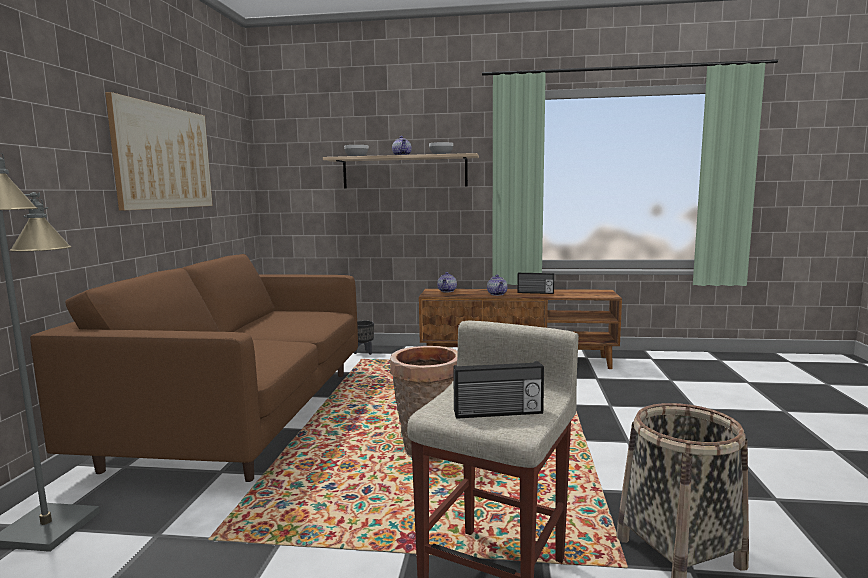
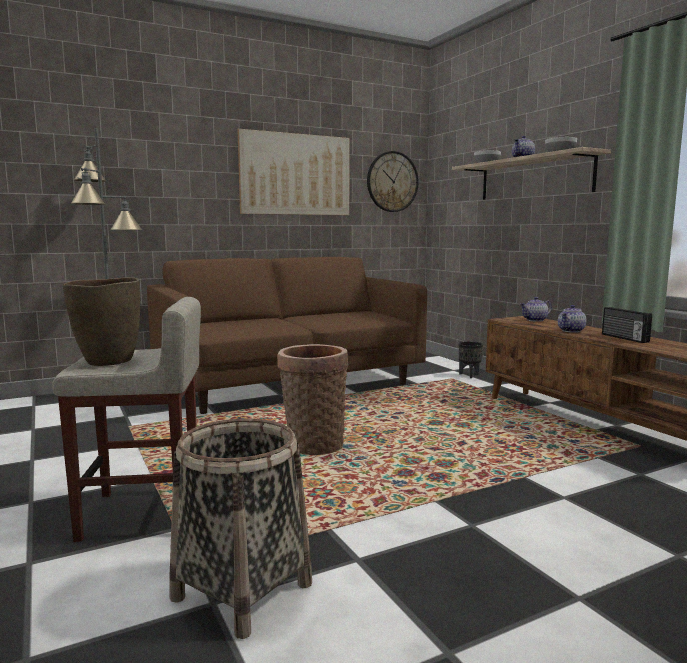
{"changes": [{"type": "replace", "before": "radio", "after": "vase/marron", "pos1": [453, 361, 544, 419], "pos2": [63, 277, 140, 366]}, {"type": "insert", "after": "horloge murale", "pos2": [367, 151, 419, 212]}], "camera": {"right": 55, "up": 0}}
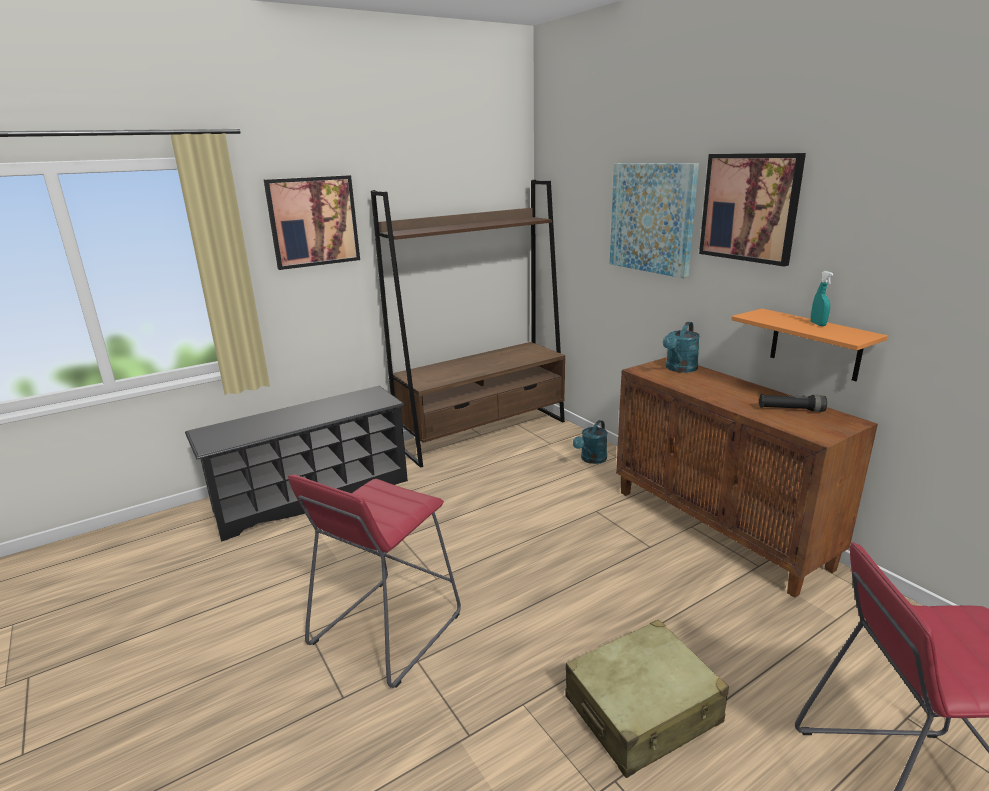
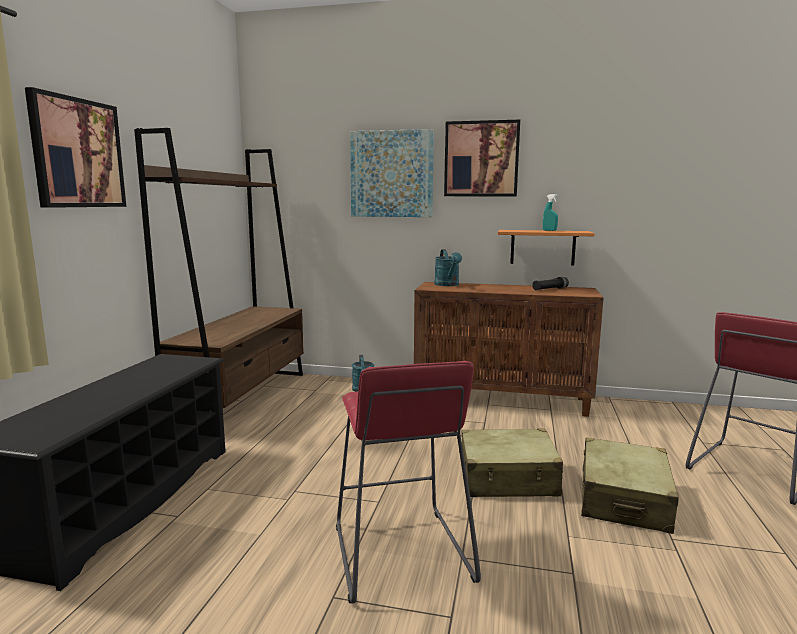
{"changes": [{"type": "insert", "after": "valise/beige", "pos2": [461, 428, 563, 497]}], "camera": {"right": -45, "up": -10}}
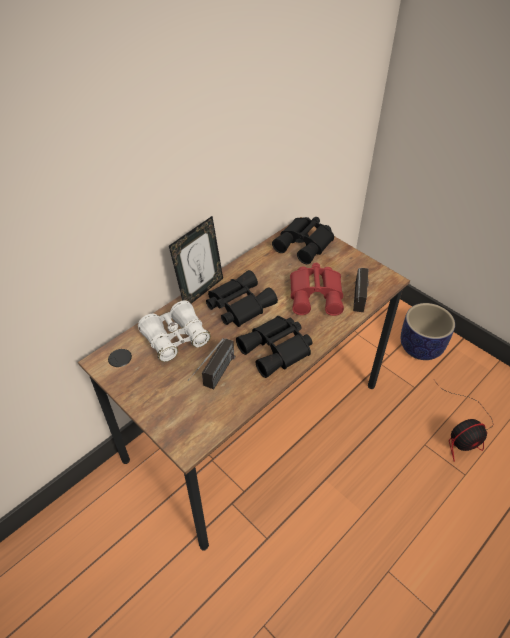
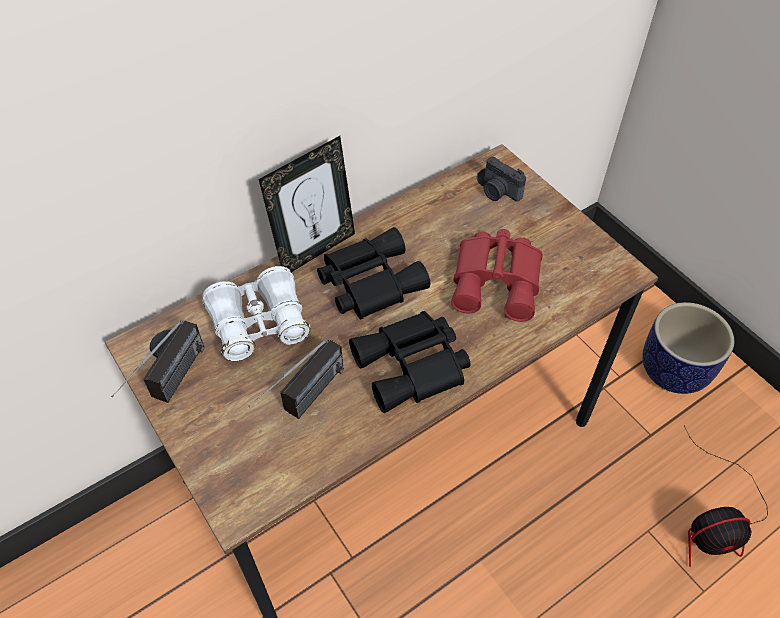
{"changes": [{"type": "replace", "before": "jumelles/noir", "after": "appareil photo", "pos1": [272, 217, 334, 264], "pos2": [483, 157, 526, 202]}, {"type": "move", "before": "radio", "pos1": [353, 268, 369, 312], "pos2": [111, 320, 204, 403]}], "camera": {"right": 10, "up": 5}}
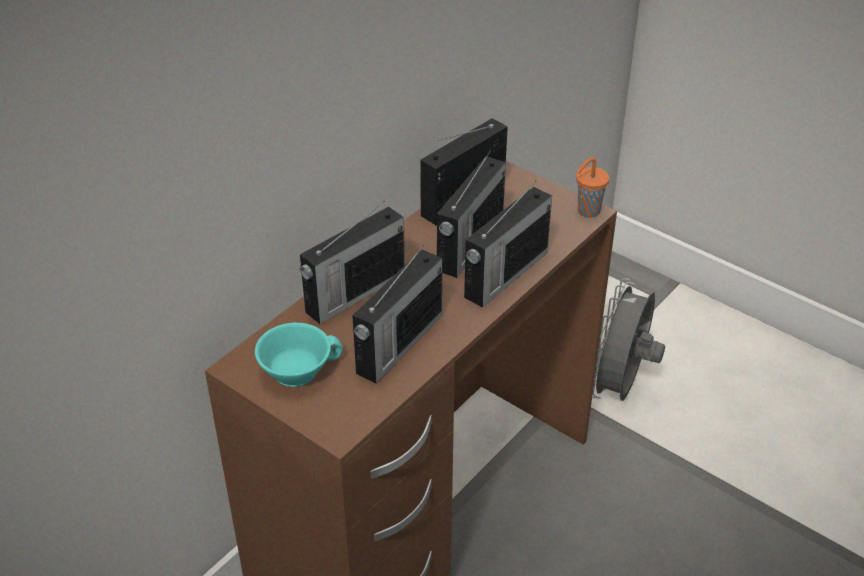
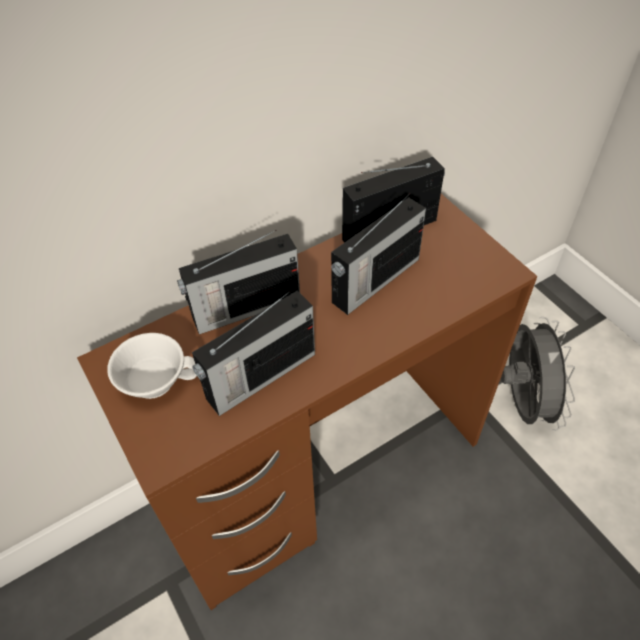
{"changes": [{"type": "delete", "before": "tasse/orange", "pos1": [576, 157, 609, 217]}, {"type": "delete", "before": "radio", "pos1": [464, 181, 552, 308]}, {"type": "rotate", "before": "ventilateur/gris", "pos1": [592, 278, 665, 401], "pos2": [501, 317, 575, 431], "turn": 135}, {"type": "recolor", "before": "tasse/turquoise", "after": "tasse/blanc", "pos1": [255, 323, 343, 387], "pos2": [107, 333, 197, 399]}], "camera": {"right": 20, "up": 10}}
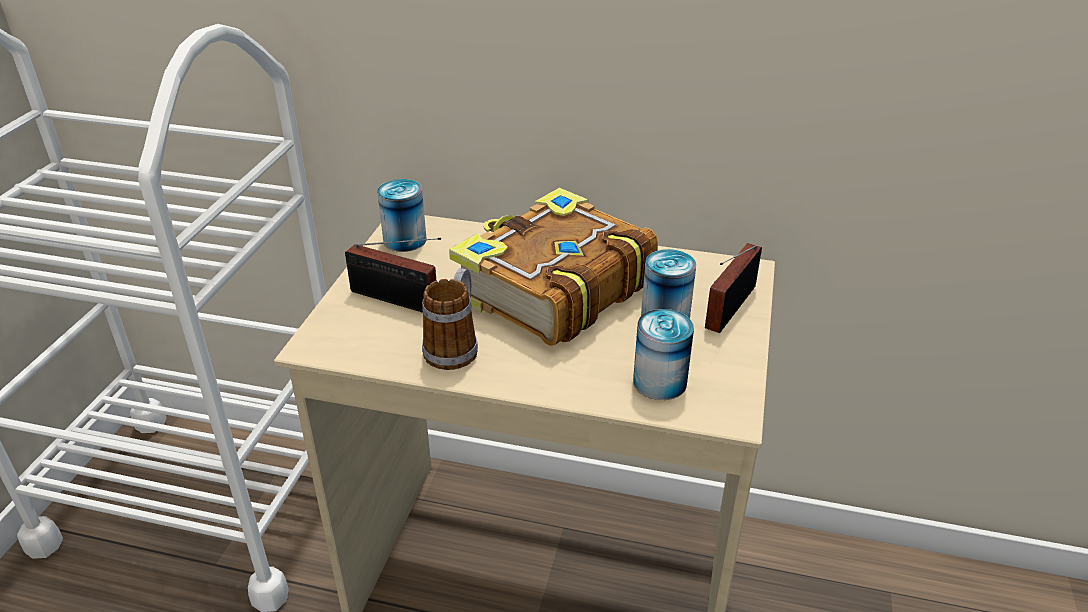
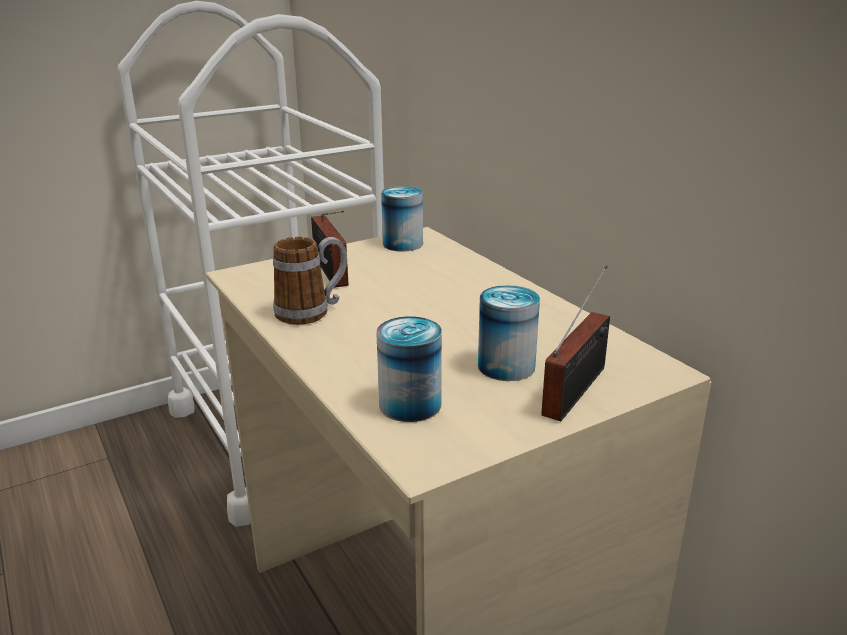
{"changes": [{"type": "delete", "before": "livre", "pos1": [449, 188, 658, 346]}, {"type": "rotate", "before": "radio", "pos1": [705, 243, 762, 333], "pos2": [541, 266, 610, 421], "turn": 135}], "camera": {"right": 45, "up": -10}}
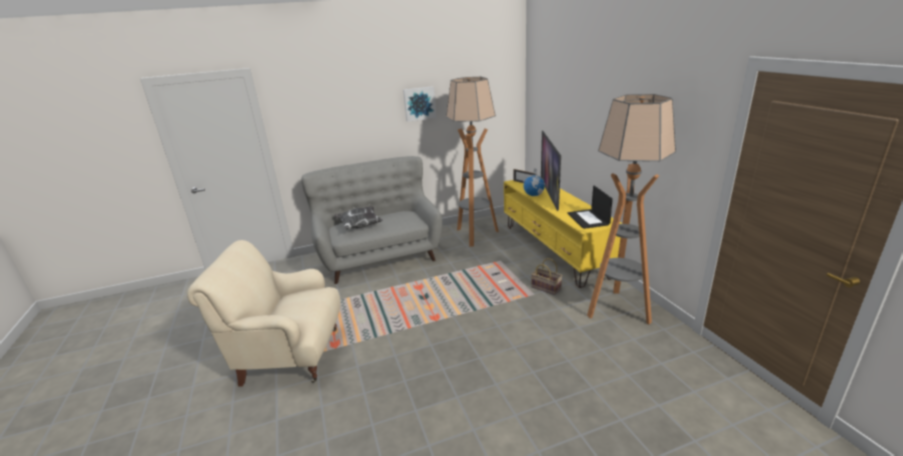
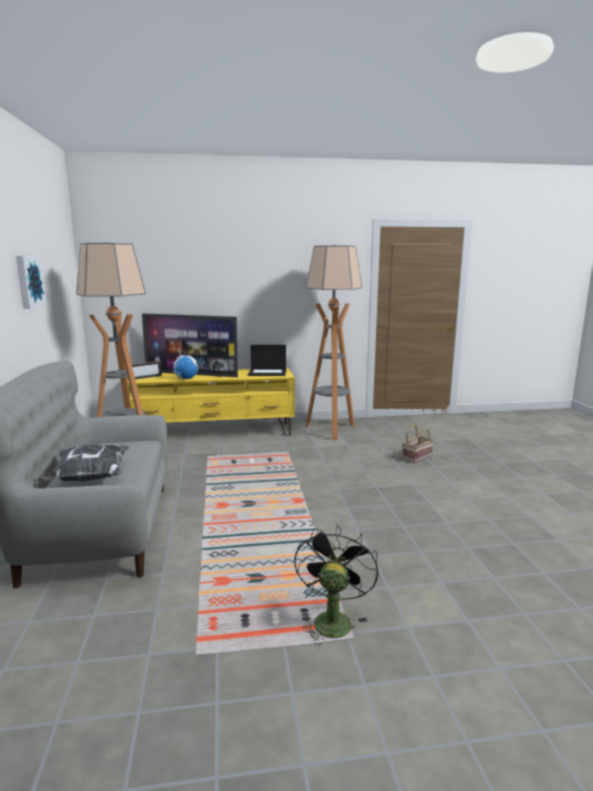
{"changes": [{"type": "replace", "before": "fauteuil/beige", "after": "ventilateur/noir", "pos1": [187, 240, 341, 387], "pos2": [294, 525, 379, 645]}, {"type": "move", "before": "panier", "pos1": [531, 258, 562, 295], "pos2": [402, 424, 433, 463]}], "camera": {"right": -80, "up": -10}}
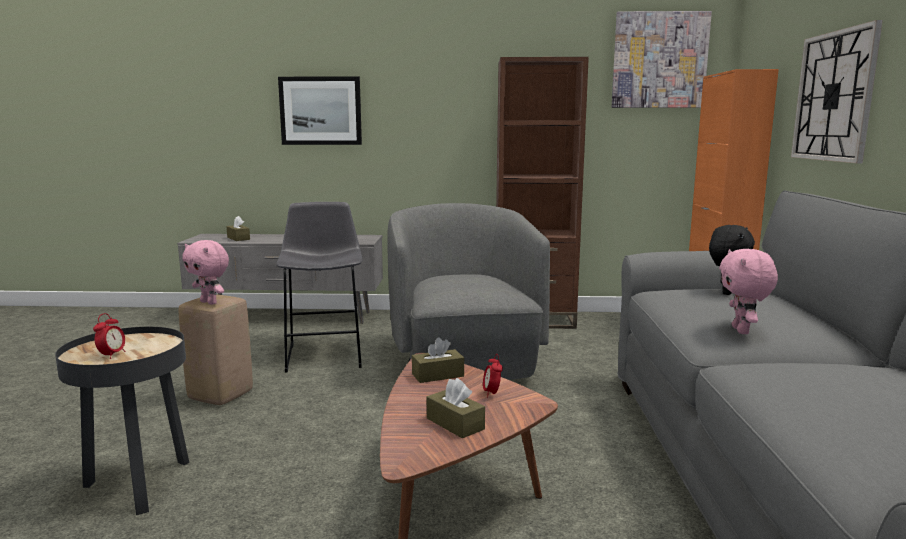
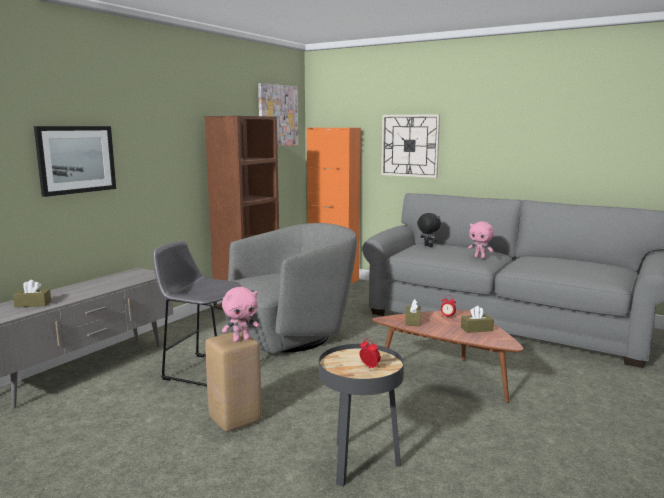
{"changes": [{"type": "rotate", "before": "fauteuil/gris", "pos1": [387, 203, 550, 380], "pos2": [221, 223, 357, 354], "turn": 120}], "camera": {"right": -60, "up": 0}}
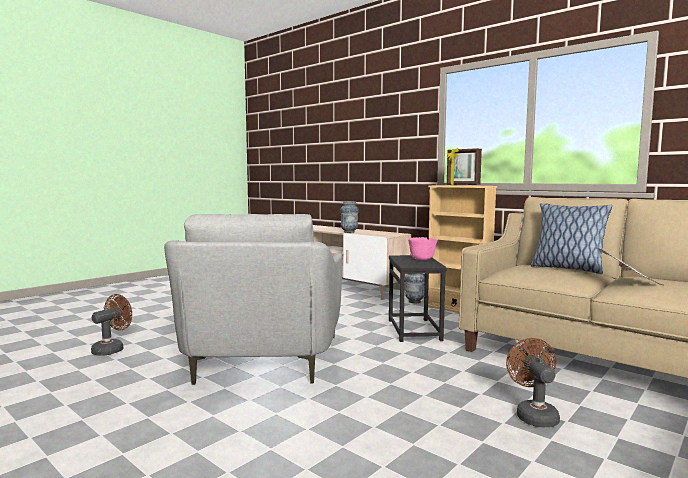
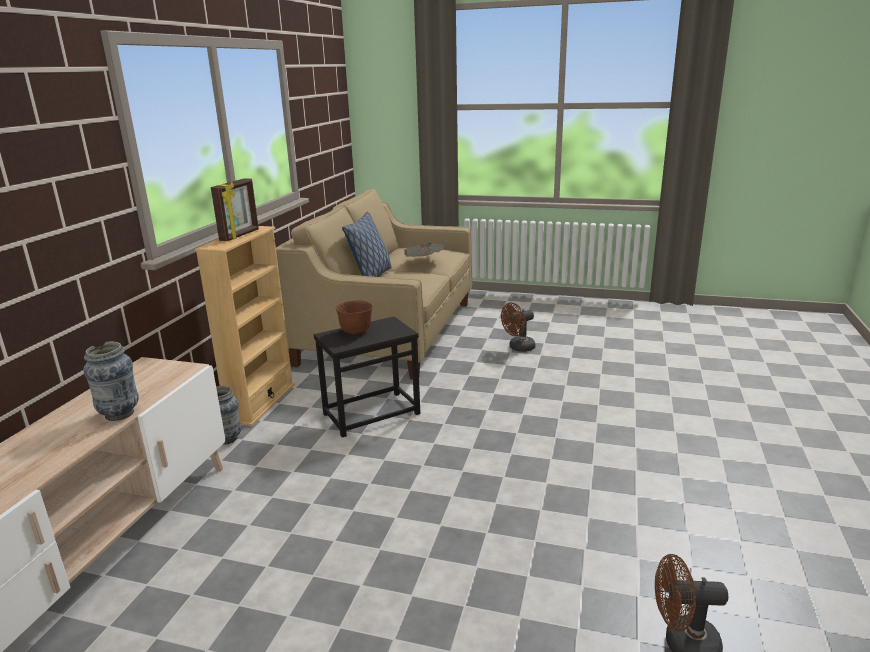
{"changes": [{"type": "delete", "before": "fauteuil/gris", "pos1": [164, 214, 342, 385]}, {"type": "recolor", "before": "bol/rose", "after": "bol/marron", "pos1": [408, 237, 438, 260], "pos2": [336, 300, 373, 334]}], "camera": {"right": -115, "up": 15}}
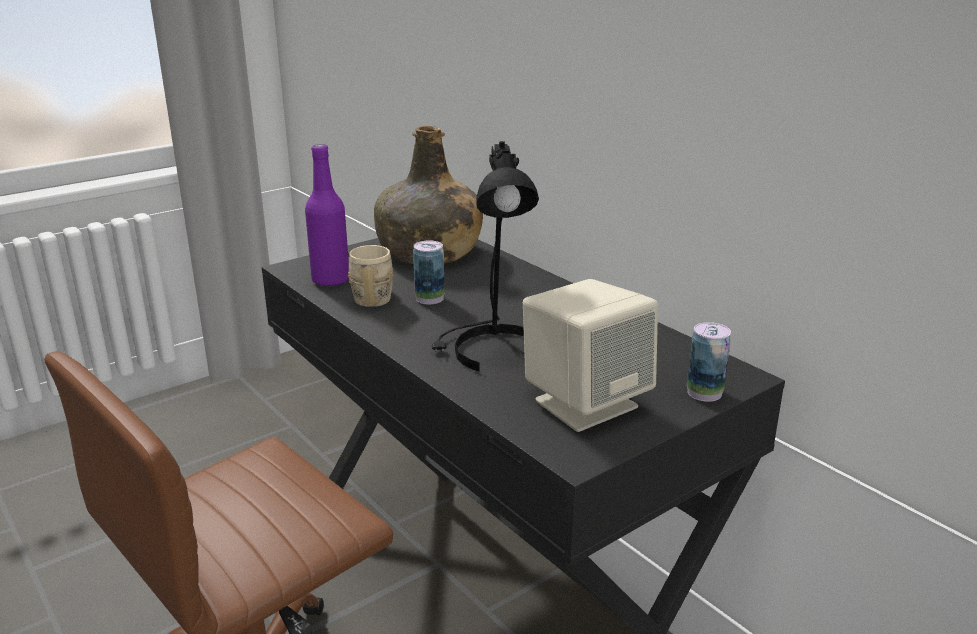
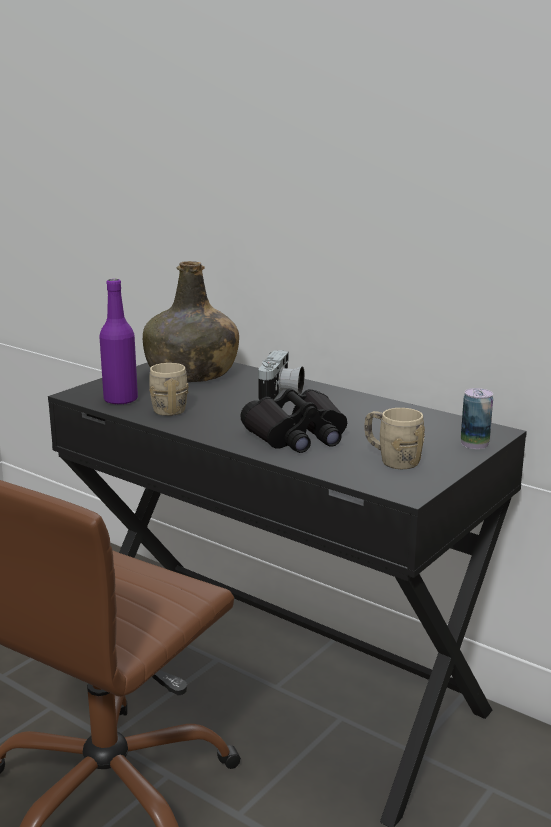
{"changes": [{"type": "replace", "before": "lampe de table/noir", "after": "jumelles/noir", "pos1": [431, 141, 539, 371], "pos2": [240, 388, 347, 453]}, {"type": "delete", "before": "boîte métallique", "pos1": [413, 241, 445, 304]}, {"type": "replace", "before": "enceinte/beige", "after": "mug/beige", "pos1": [523, 279, 658, 432], "pos2": [365, 408, 425, 469]}, {"type": "insert", "after": "appareil photo", "pos2": [258, 350, 305, 400]}], "camera": {"right": -15, "up": -5}}
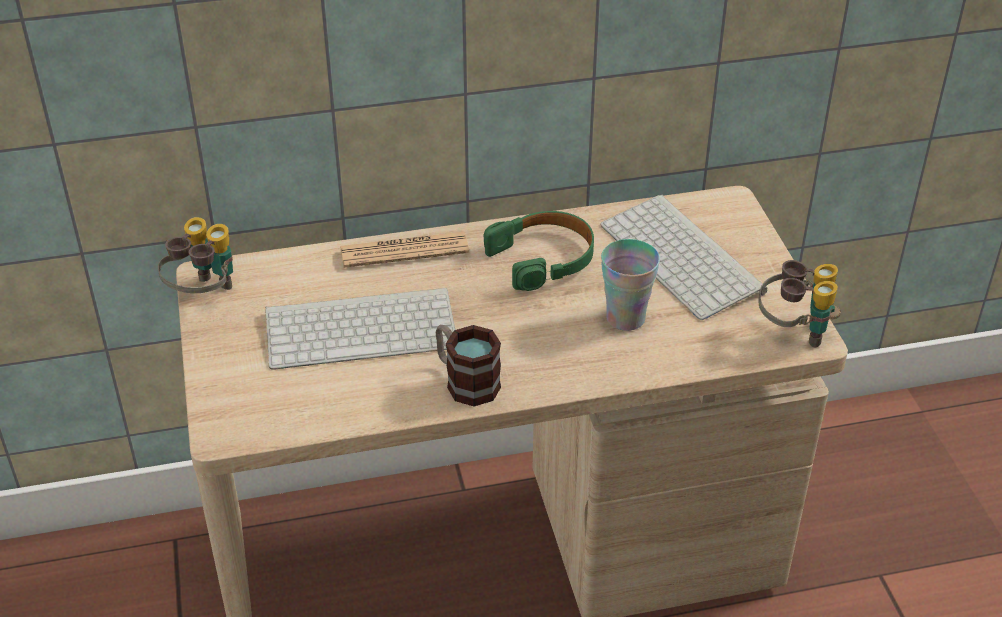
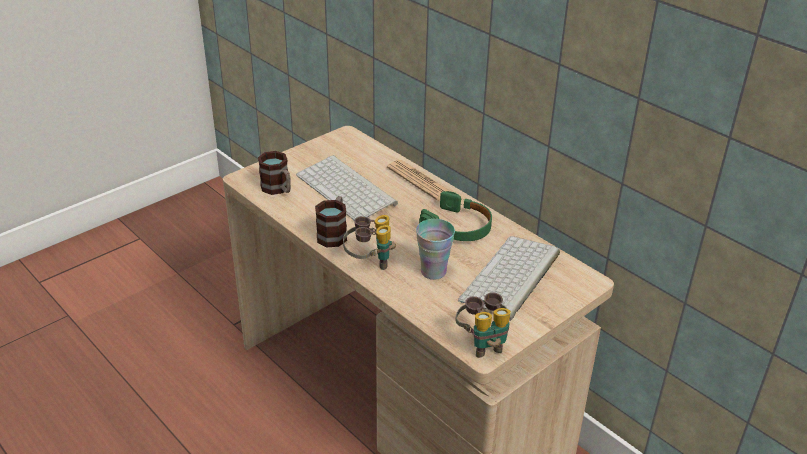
{"changes": [{"type": "move", "before": "jumelles", "pos1": [158, 217, 233, 293], "pos2": [343, 215, 396, 270]}, {"type": "insert", "after": "mug", "pos2": [258, 151, 291, 195]}], "camera": {"right": 60, "up": -5}}
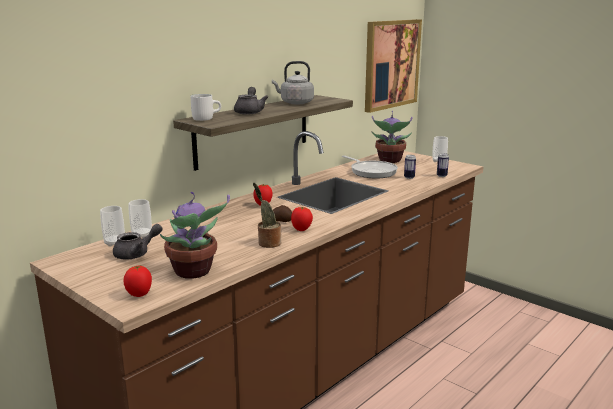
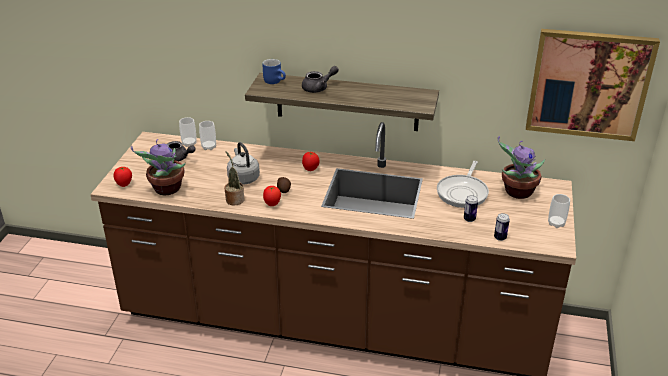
{"changes": [{"type": "move", "before": "bouilloire/gris", "pos1": [272, 61, 314, 104], "pos2": [227, 142, 260, 185]}, {"type": "recolor", "before": "mug/blanc", "after": "mug/bleu", "pos1": [190, 94, 221, 121], "pos2": [262, 59, 286, 84]}], "camera": {"right": 60, "up": 15}}
